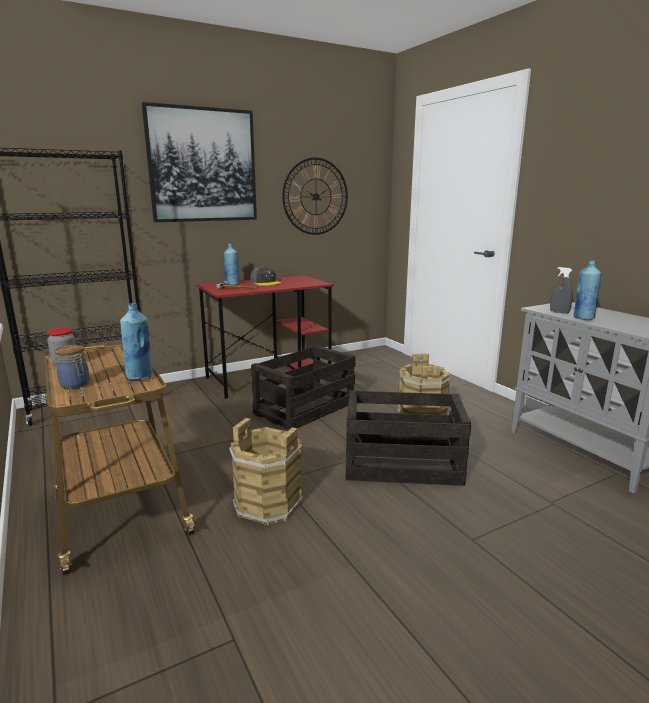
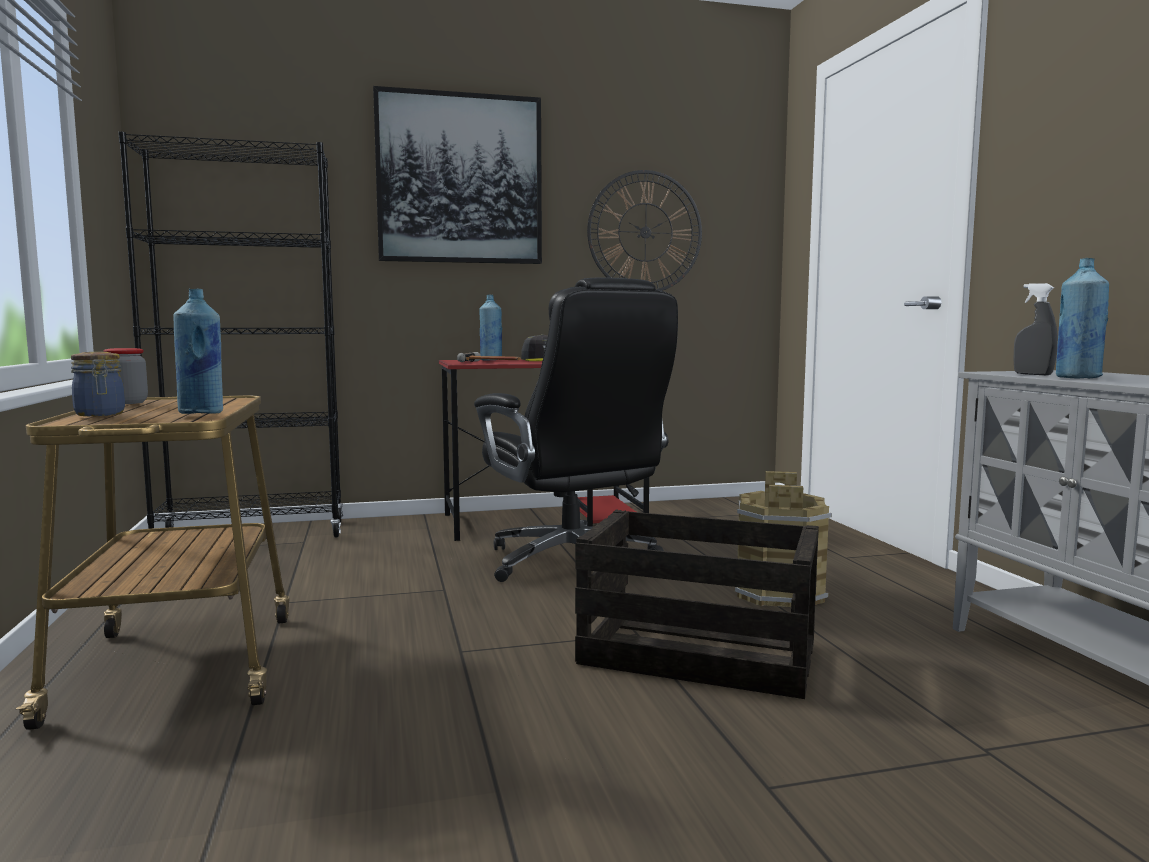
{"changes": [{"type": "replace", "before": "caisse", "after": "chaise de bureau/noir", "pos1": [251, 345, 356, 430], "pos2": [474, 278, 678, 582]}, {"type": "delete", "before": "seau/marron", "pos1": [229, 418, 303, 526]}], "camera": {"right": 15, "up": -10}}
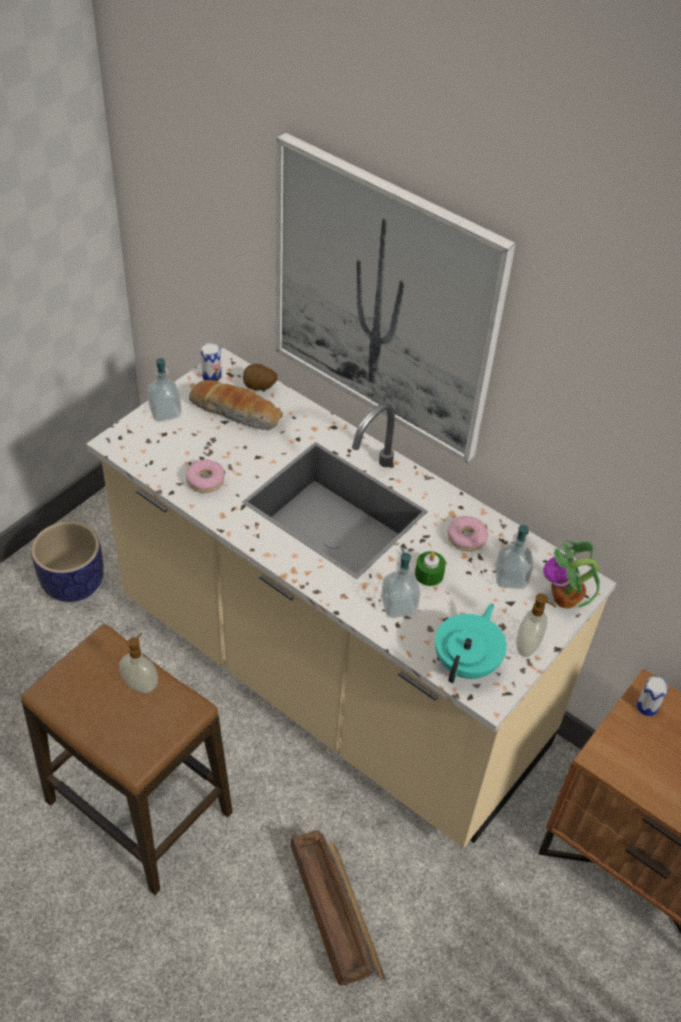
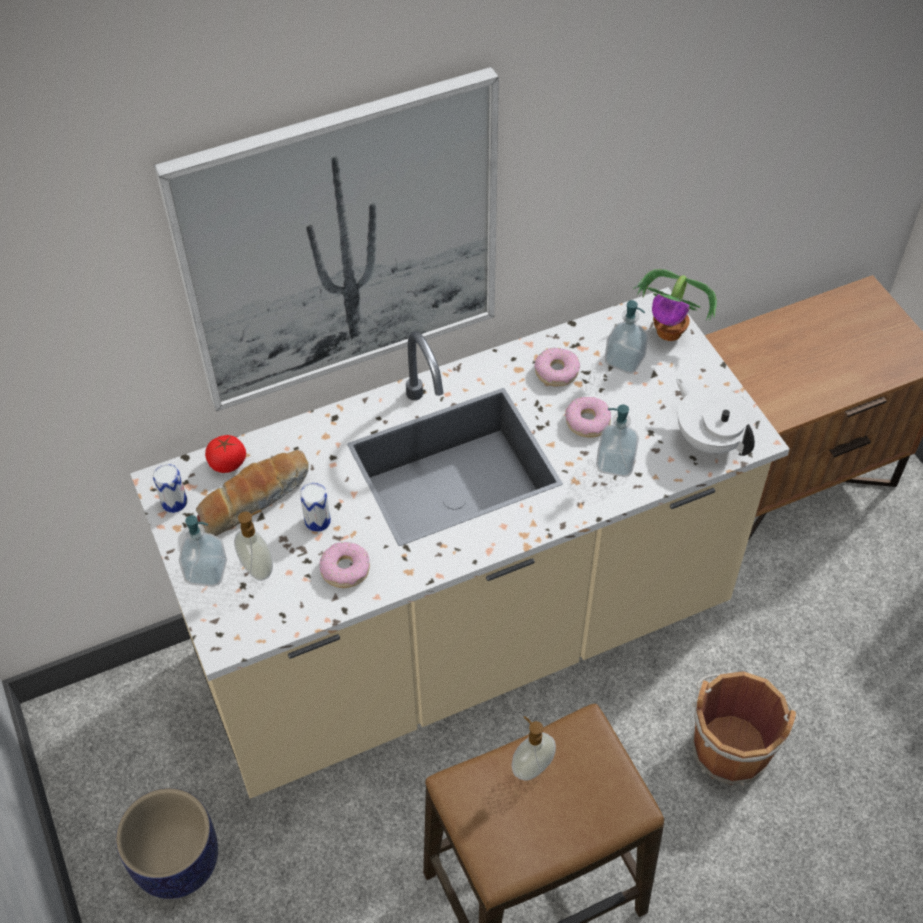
{"changes": [{"type": "replace", "before": "pomme de terre", "after": "tomate", "pos1": [243, 364, 278, 391], "pos2": [205, 435, 246, 473]}, {"type": "replace", "before": "bougie/vert", "after": "beignet", "pos1": [415, 551, 446, 586], "pos2": [565, 397, 611, 438]}, {"type": "move", "before": "distributeur de savon", "pos1": [516, 593, 556, 657], "pos2": [234, 510, 273, 581]}, {"type": "recolor", "before": "théière/turquoise", "after": "théière/blanc", "pos1": [435, 603, 507, 683], "pos2": [676, 379, 755, 456]}, {"type": "move", "before": "boîte métallique", "pos1": [637, 676, 669, 716], "pos2": [300, 483, 331, 532]}, {"type": "replace", "before": "caisse", "after": "seau/marron", "pos1": [290, 831, 386, 986], "pos2": [692, 671, 799, 786]}], "camera": {"right": -60, "up": 5}}
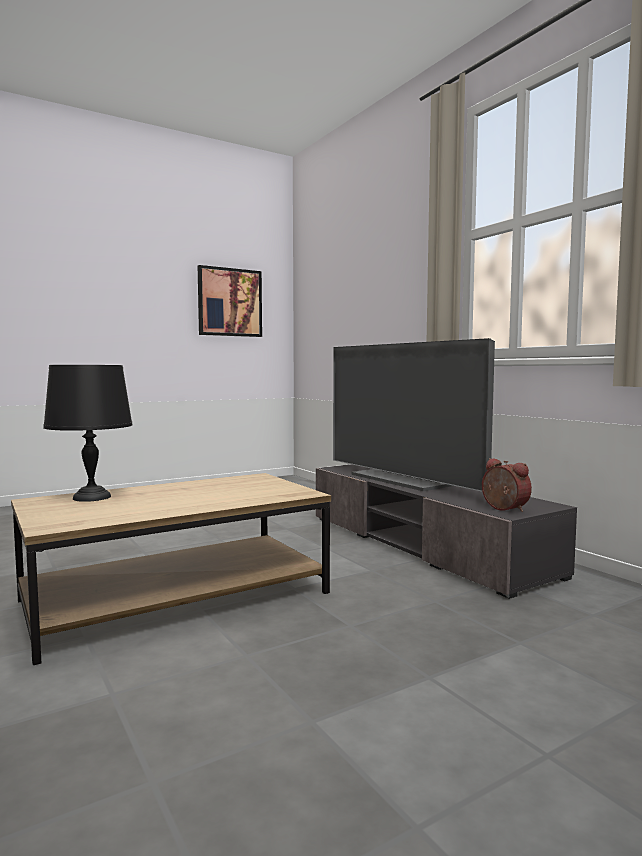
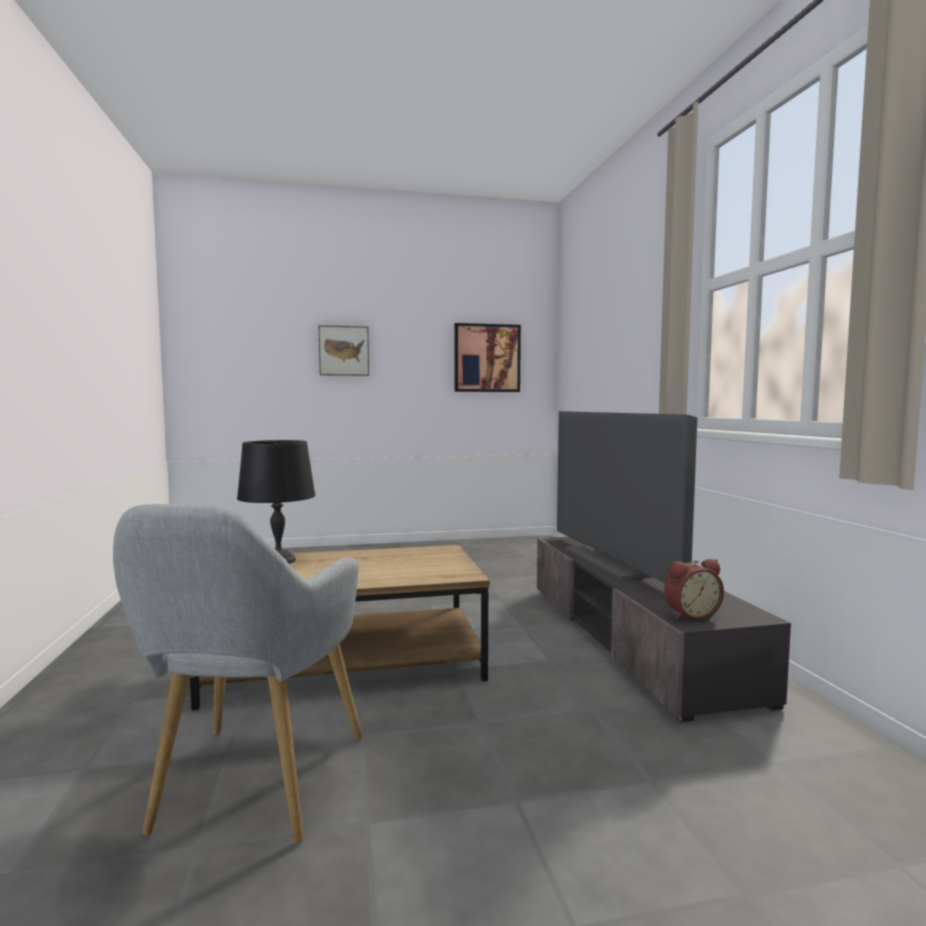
{"changes": [{"type": "rotate", "before": "réveil", "pos1": [482, 458, 532, 512], "pos2": [664, 559, 724, 620], "turn": 90}, {"type": "insert", "after": "tableau", "pos2": [318, 325, 369, 376]}, {"type": "insert", "after": "fauteuil/gris", "pos2": [113, 504, 362, 844]}], "camera": {"right": 20, "up": 0}}
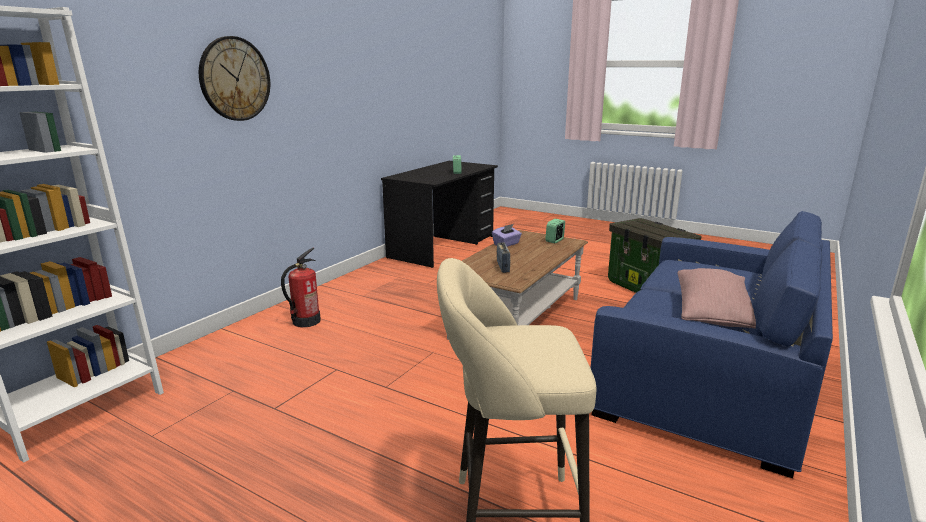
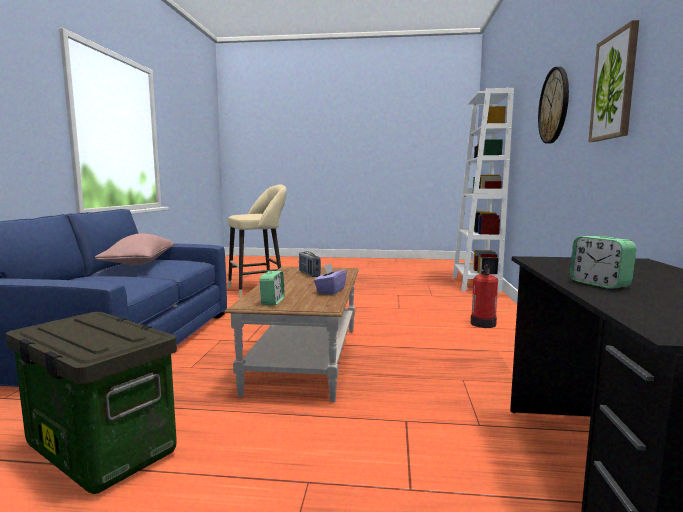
{"changes": [{"type": "insert", "after": "tableau", "pos2": [588, 20, 639, 142]}], "camera": {"right": 155, "up": -10}}
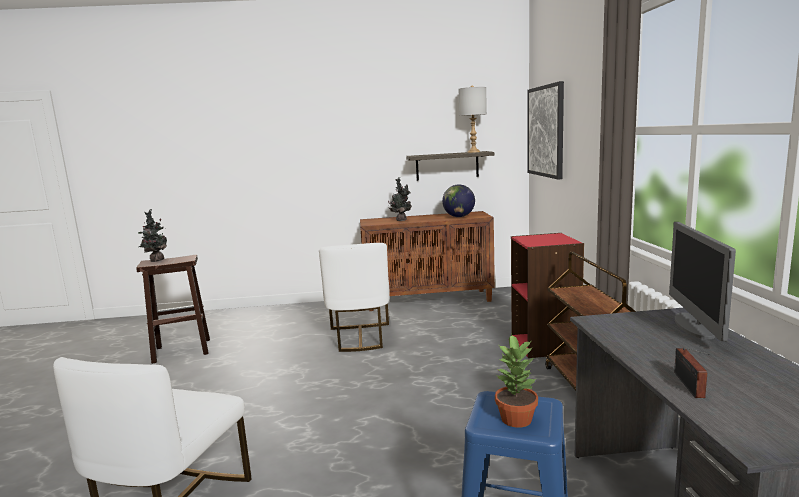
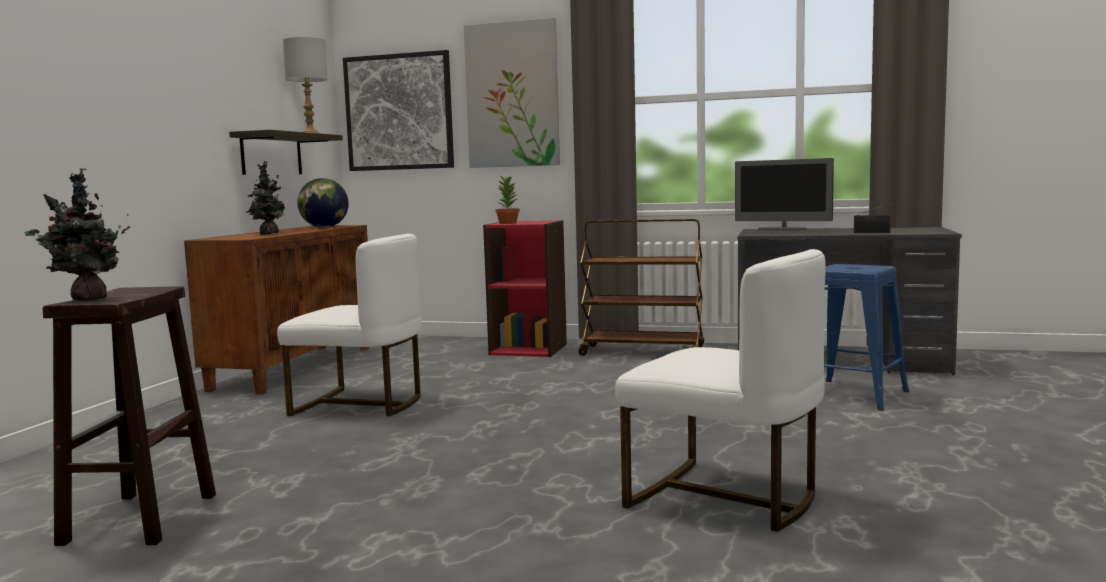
{"changes": [{"type": "move", "before": "plante en pot", "pos1": [495, 334, 538, 428], "pos2": [496, 176, 520, 224]}, {"type": "insert", "after": "tableau", "pos2": [464, 18, 560, 168]}], "camera": {"right": -70, "up": -5}}
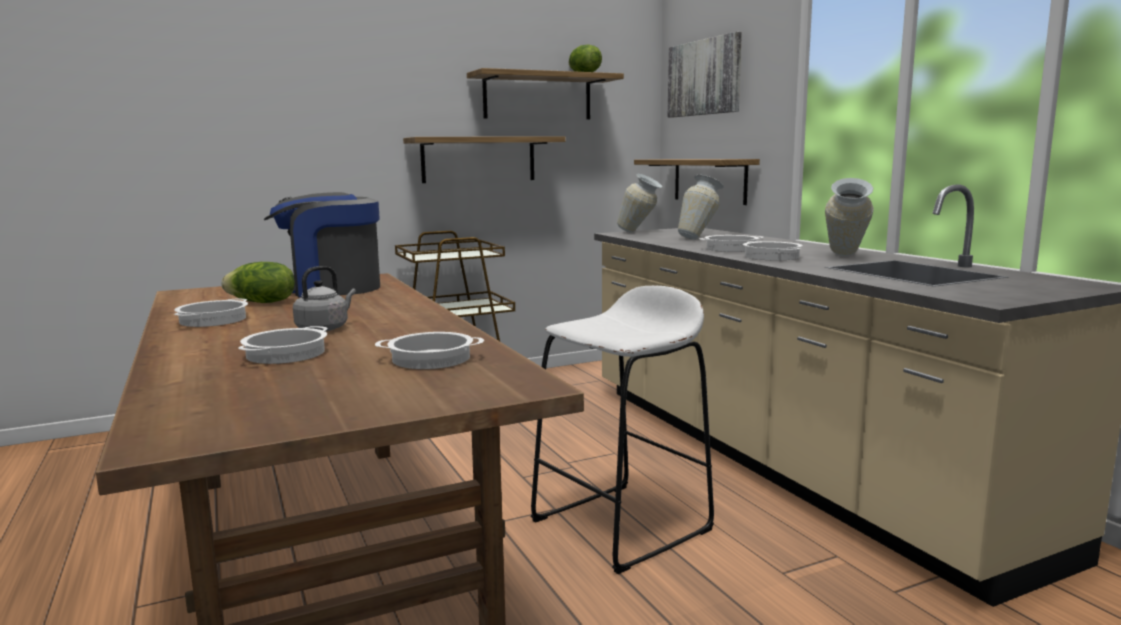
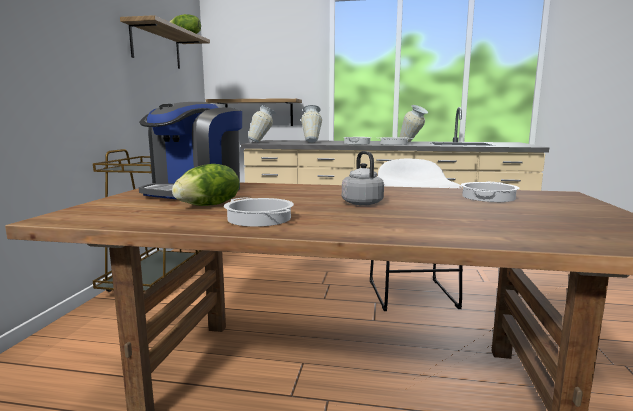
{"changes": [{"type": "delete", "before": "tableau", "pos1": [668, 32, 742, 117]}, {"type": "delete", "before": "étagère", "pos1": [403, 136, 566, 183]}, {"type": "delete", "before": "marmite", "pos1": [238, 326, 328, 364]}], "camera": {"right": -55, "up": 0}}
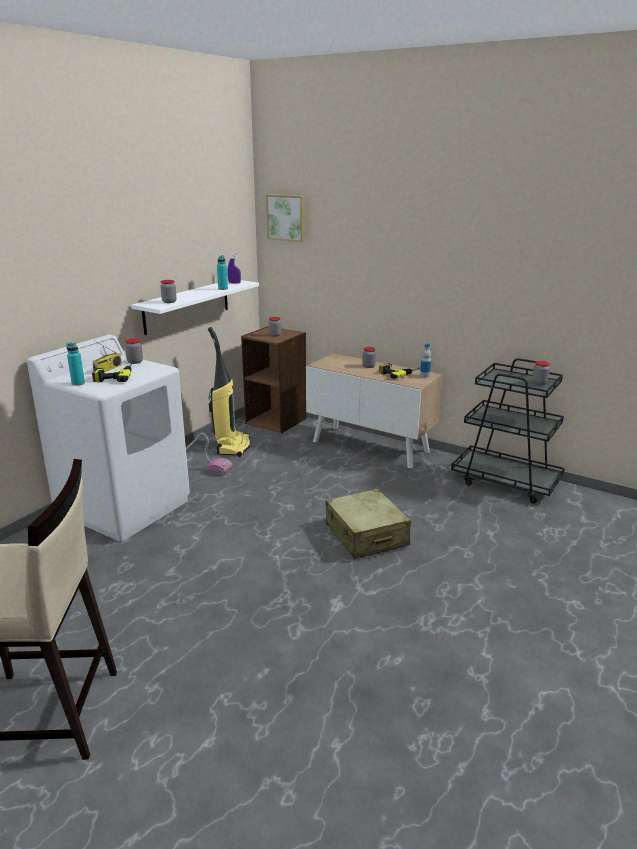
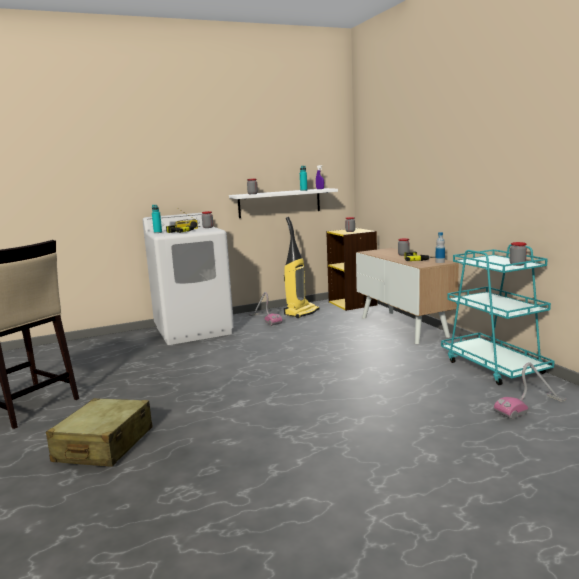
{"changes": [{"type": "delete", "before": "tableau", "pos1": [266, 194, 305, 242]}, {"type": "recolor", "before": "bibliothèque/marron", "after": "bibliothèque/jaune", "pos1": [241, 326, 307, 433], "pos2": [326, 228, 377, 311]}, {"type": "recolor", "before": "chariot/noir", "after": "chariot/turquoise", "pos1": [451, 358, 565, 504], "pos2": [441, 244, 555, 385]}, {"type": "move", "before": "valise/beige", "pos1": [326, 489, 411, 559], "pos2": [46, 398, 153, 466]}, {"type": "insert", "after": "aspirateur", "pos2": [494, 362, 566, 420]}], "camera": {"right": 35, "up": -10}}
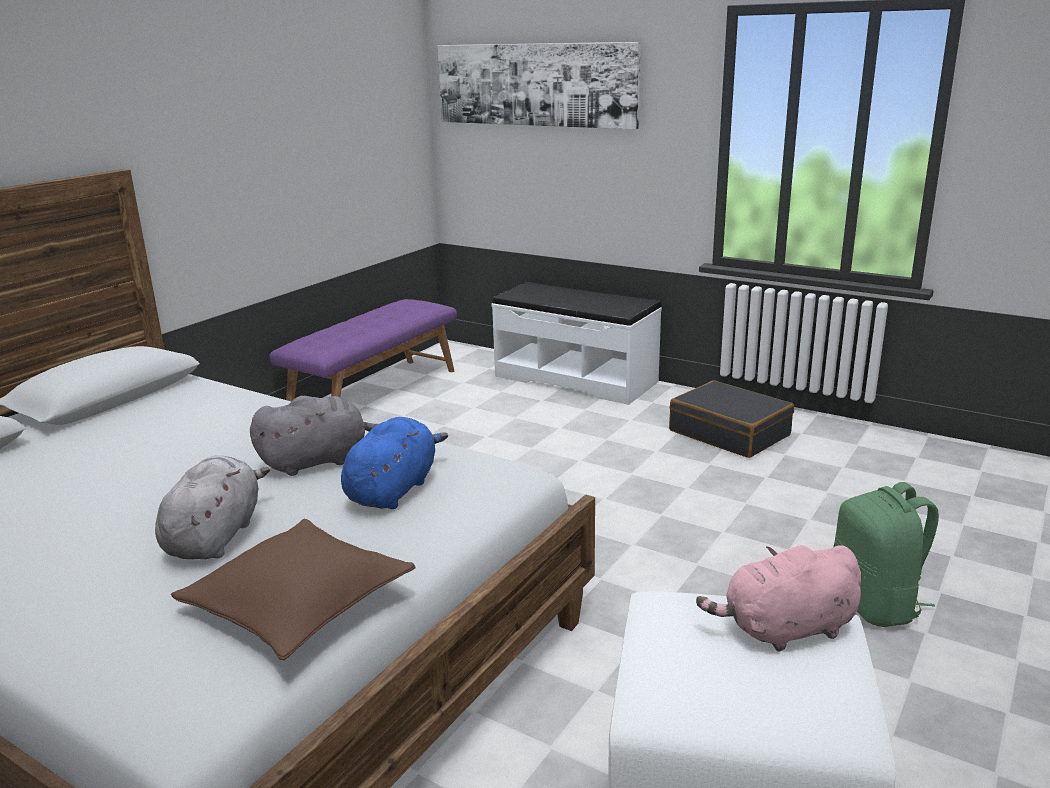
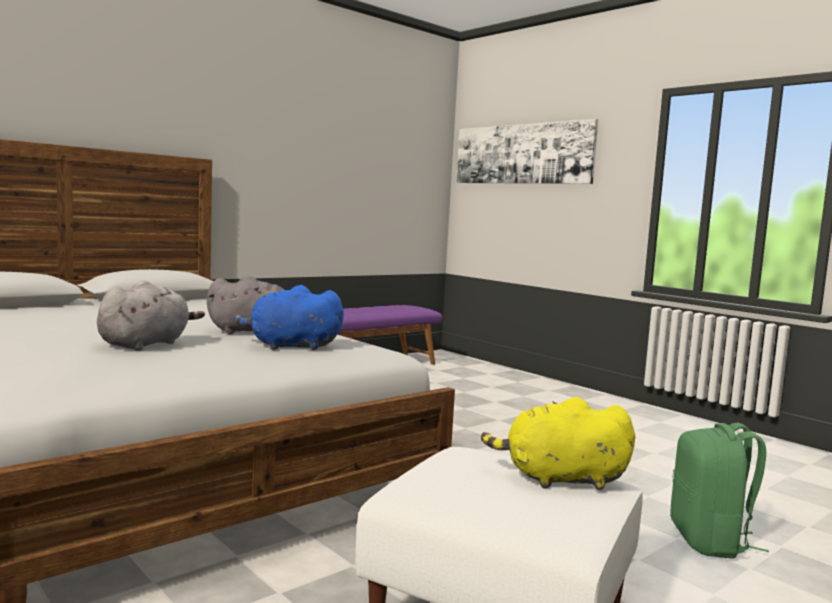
{"changes": [{"type": "delete", "before": "banc/blanc", "pos1": [491, 282, 662, 405]}, {"type": "delete", "before": "valise/noir", "pos1": [669, 380, 794, 458]}, {"type": "rotate", "before": "peluche/bleu", "pos1": [341, 417, 448, 509], "pos2": [234, 285, 344, 350], "turn": -135}, {"type": "delete", "before": "coussin/marron", "pos1": [170, 519, 416, 660]}, {"type": "recolor", "before": "peluche/rose", "after": "peluche/jaune", "pos1": [696, 545, 861, 652], "pos2": [481, 397, 635, 490]}], "camera": {"right": 15, "up": -15}}
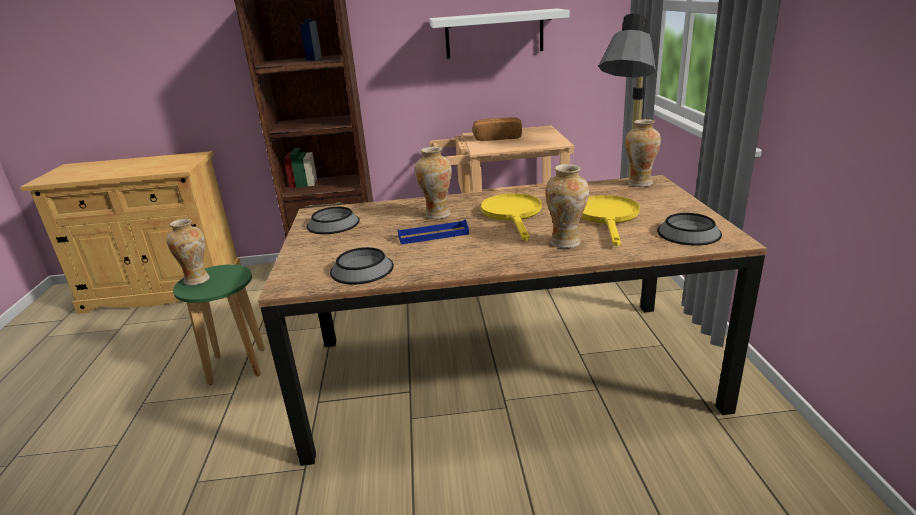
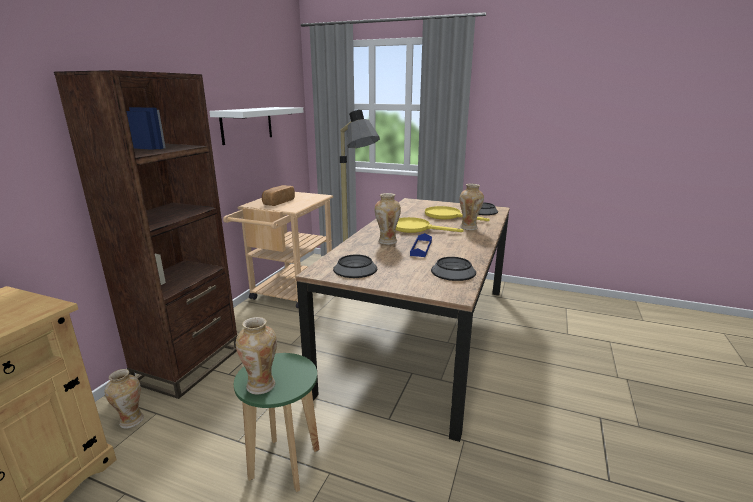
{"changes": [{"type": "move", "before": "vase", "pos1": [625, 119, 661, 187], "pos2": [105, 369, 144, 429]}], "camera": {"right": -65, "up": -5}}
